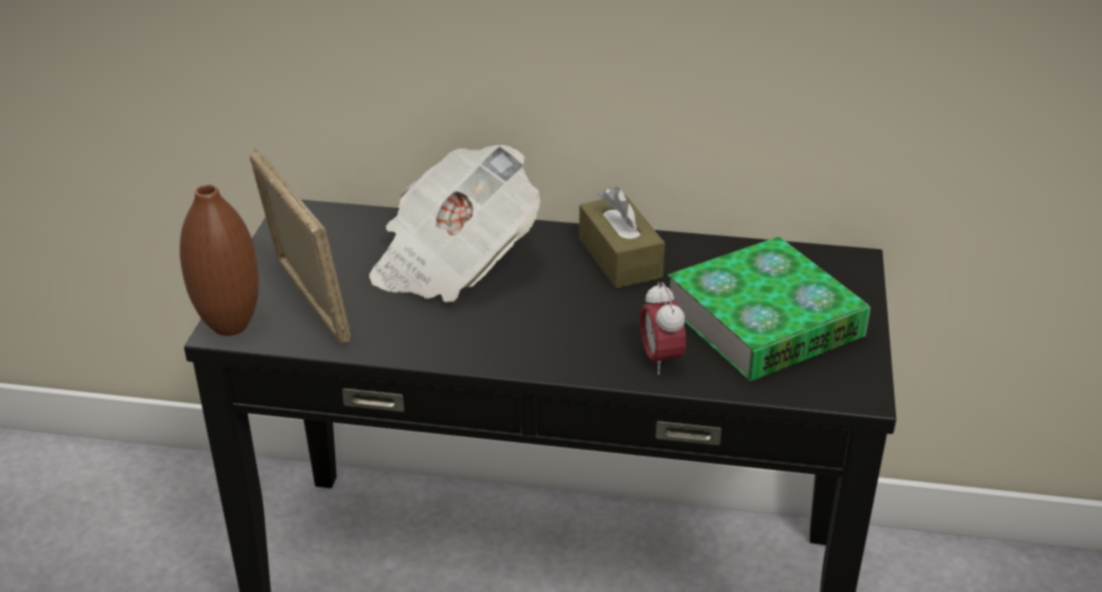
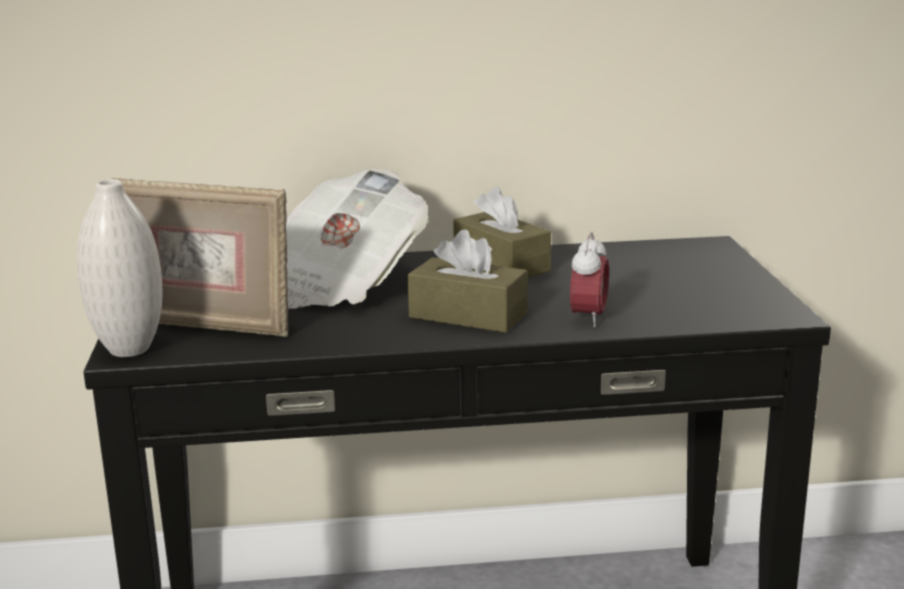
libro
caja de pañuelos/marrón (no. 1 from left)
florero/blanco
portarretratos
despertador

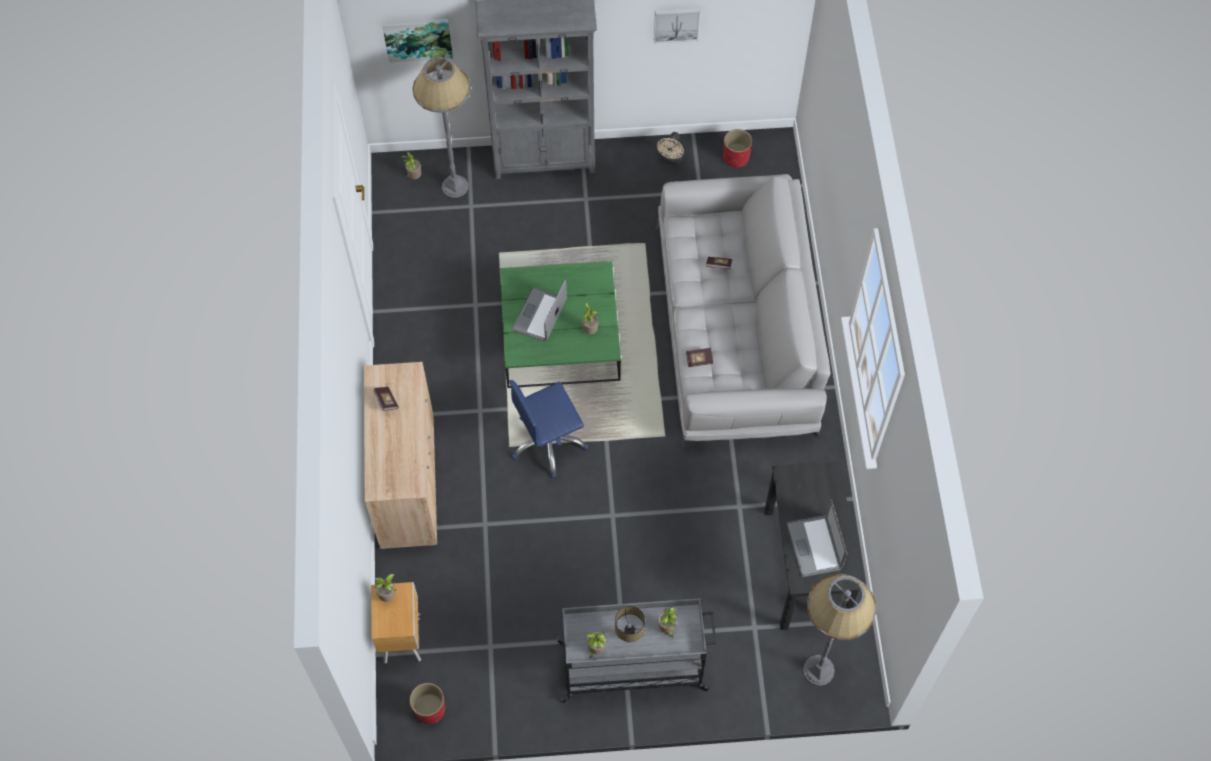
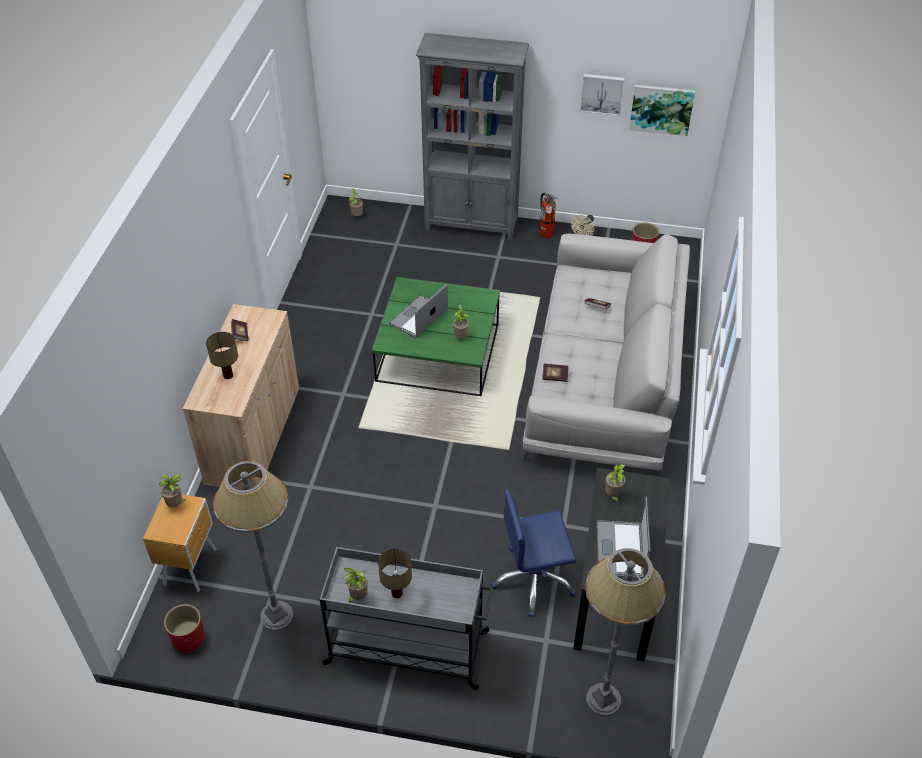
lámpara de mesa (no. 1 from left)
extintor
cuadro (no. 2 from left)
lámpara de pie/gris (no. 1 from left)
silla de oficina/azul
planta en maceta (no. 5 from left)

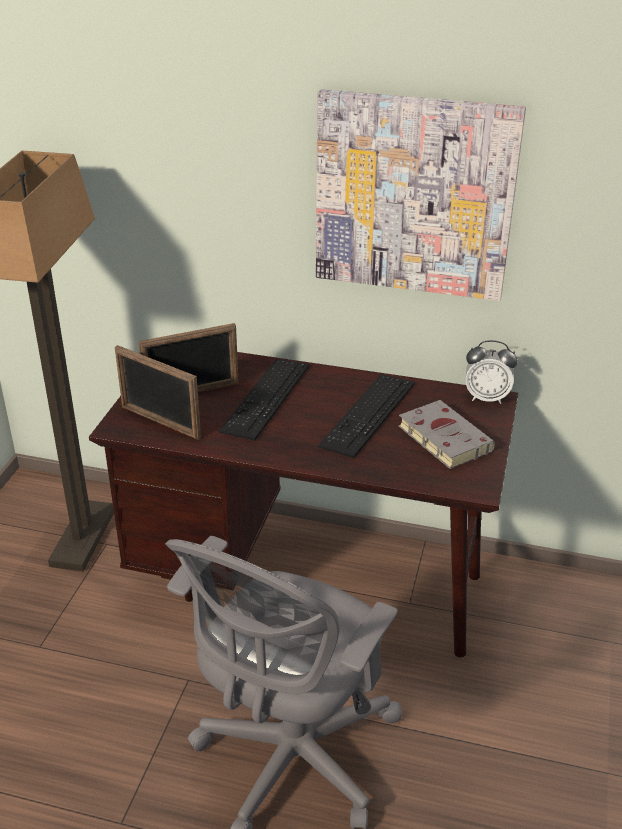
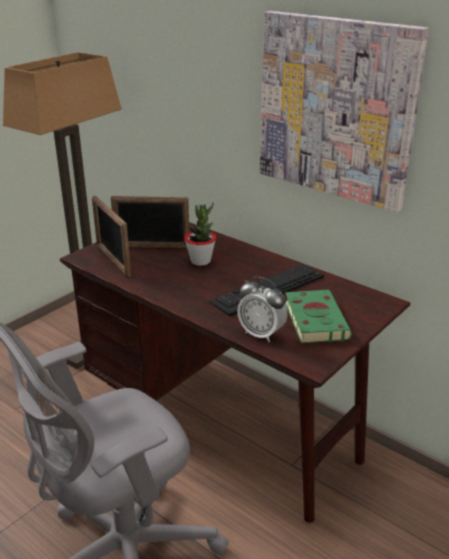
despertador
planta en maceta
libro/verde

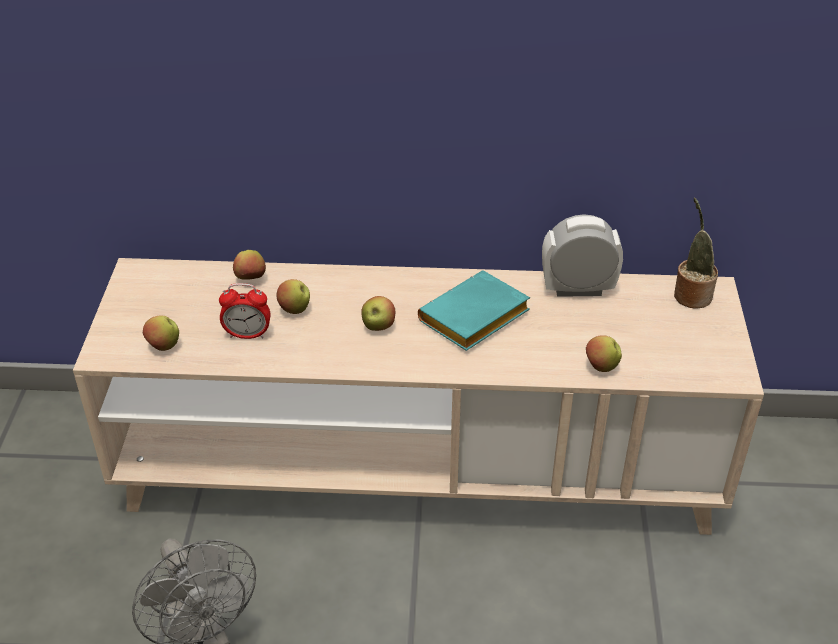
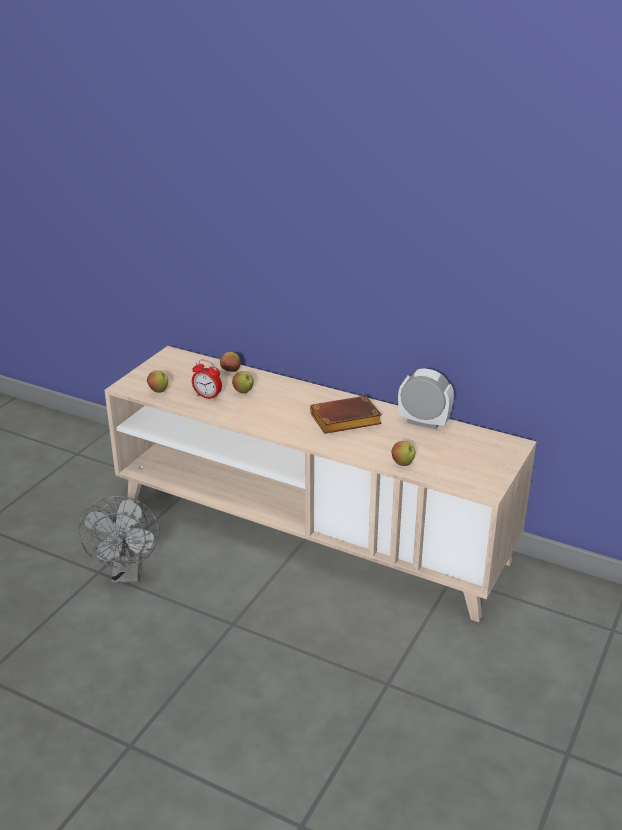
manzana (no. 4 from left in the first image)
planta en maceta
libro/marrón

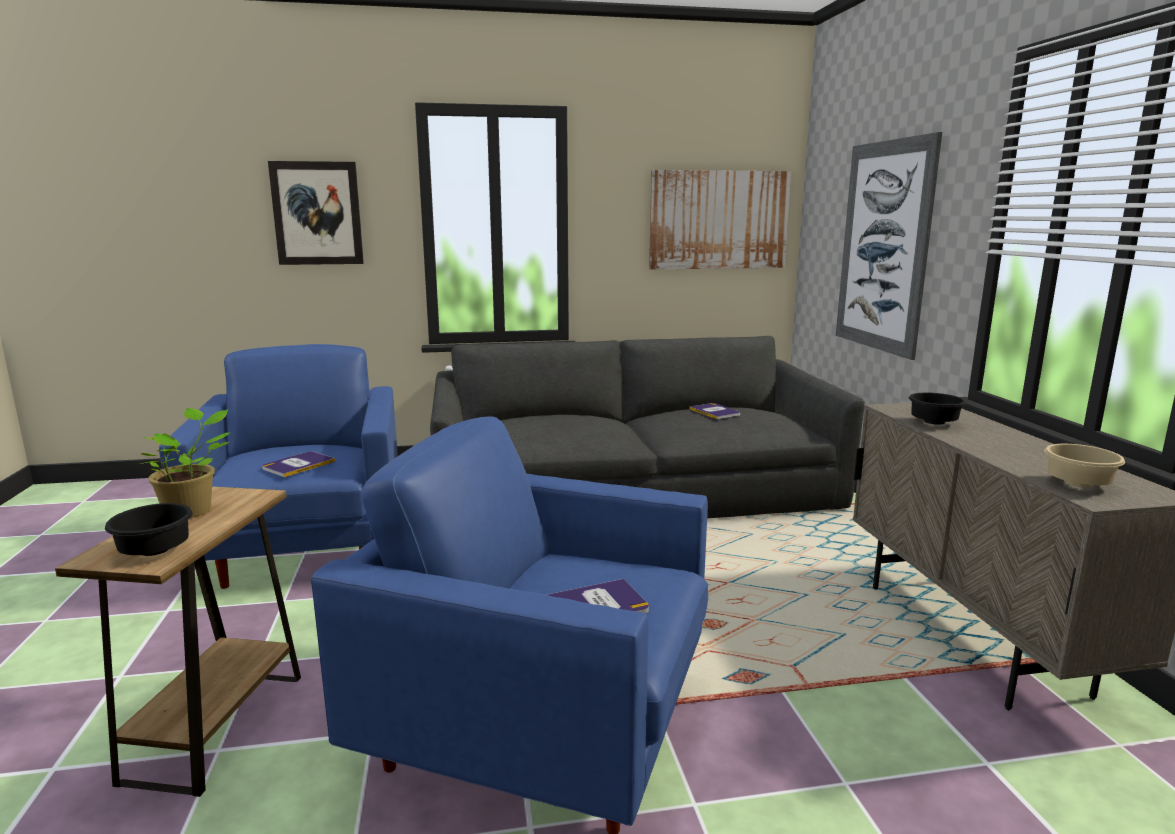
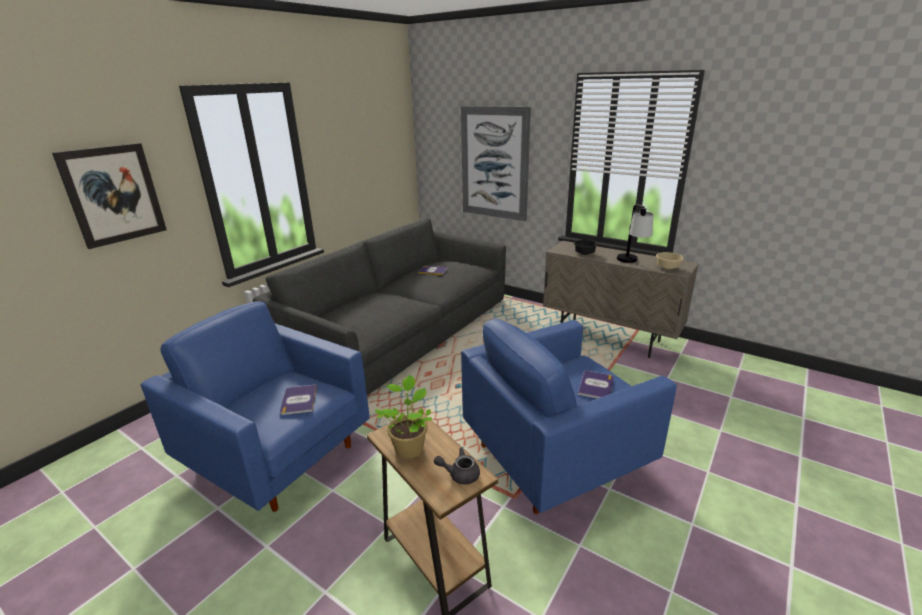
cuadro (no. 2 from left in the first image)
lámpara de mesa
tetera/gris

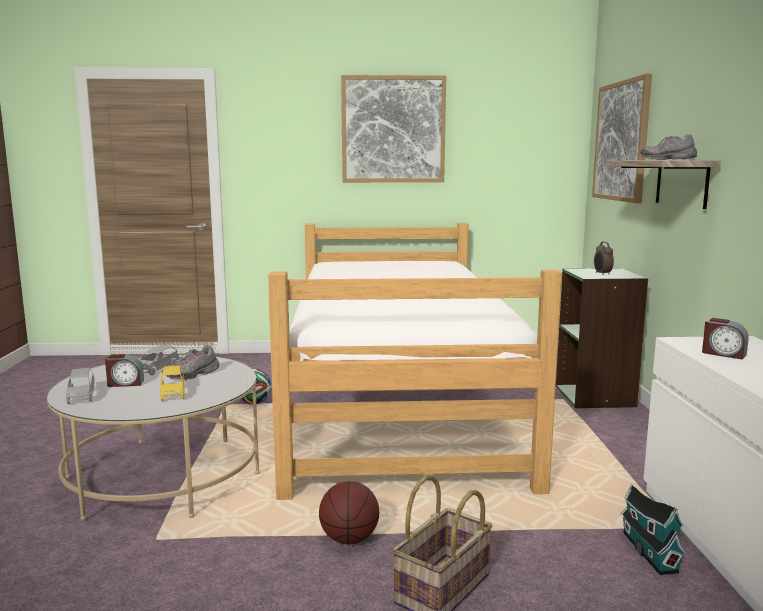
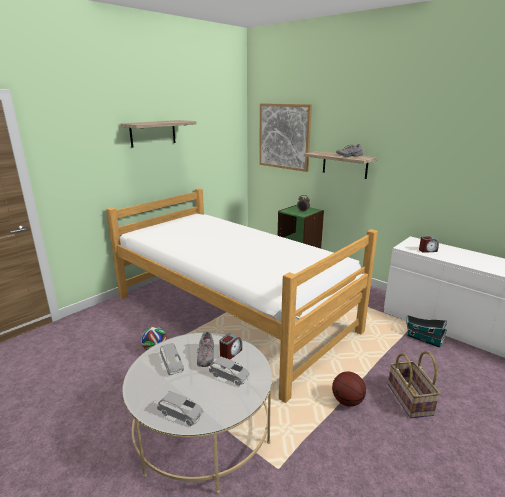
despertador (no. 1 from left)
estante (no. 1 from left)
coche de juguete/gris (no. 3 from left)

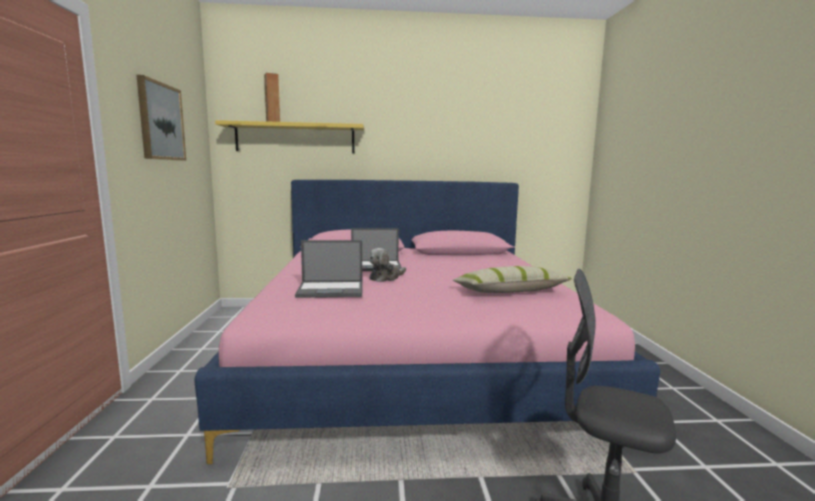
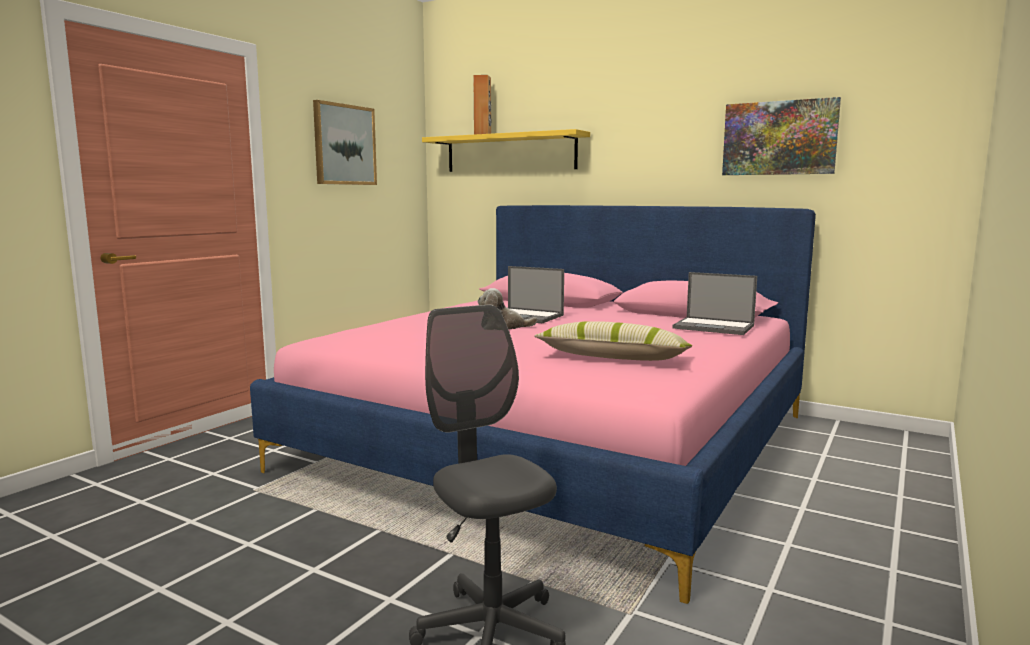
cuadro (no. 2 from left)
portátil (no. 2 from left)

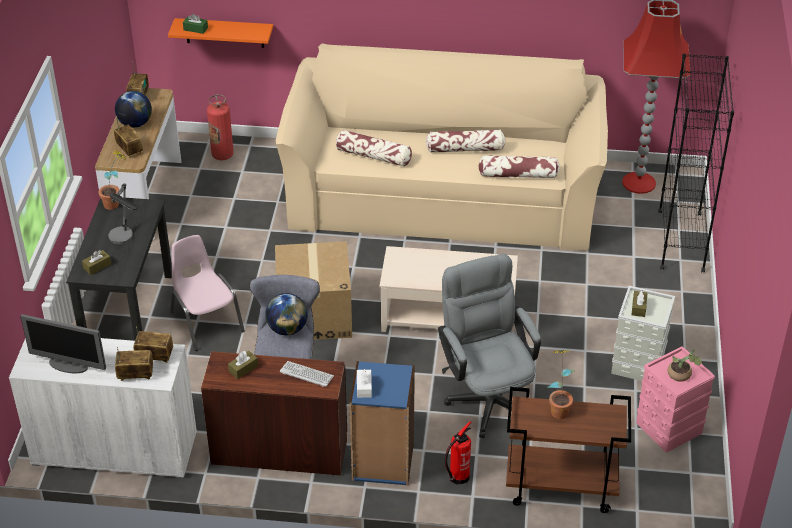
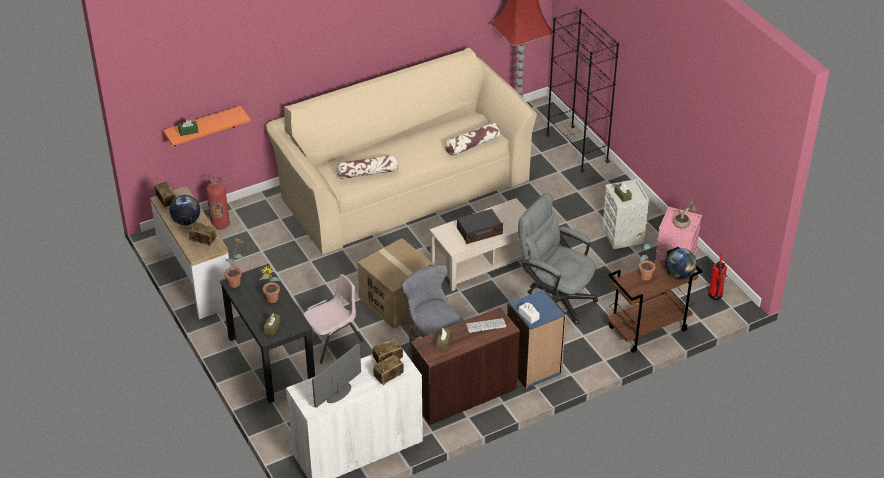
cojín (no. 2 from left in the first image)
radio (no. 5 from left)
globo terráqueo (no. 2 from left)
extintor (no. 2 from left)
planta en maceta (no. 2 from left)
monitor
silla/rosa

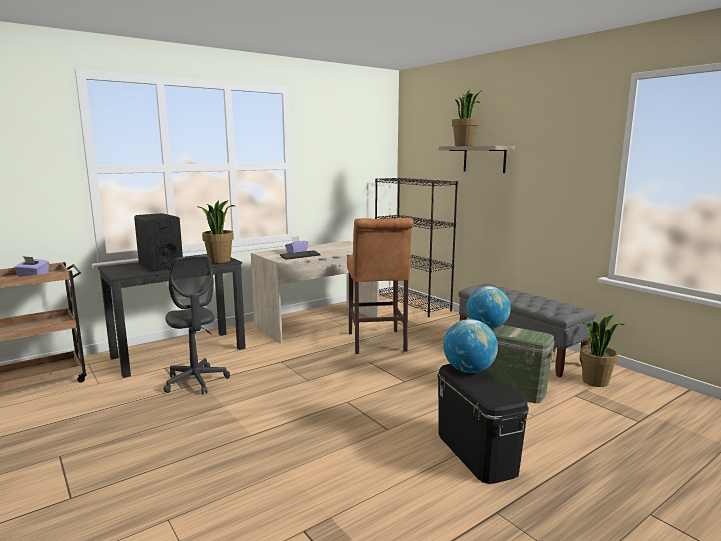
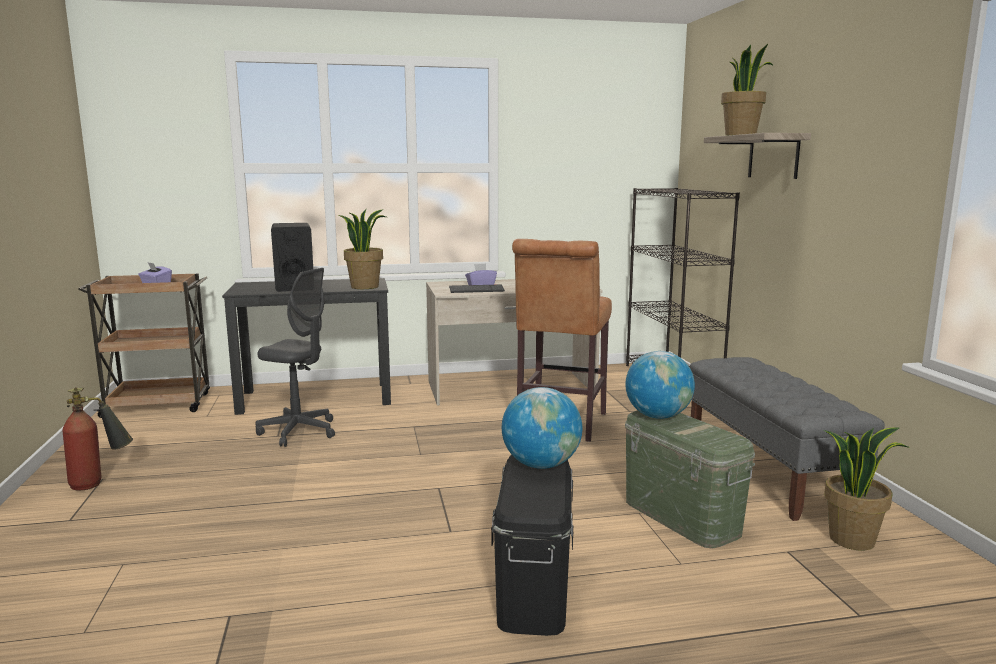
extintor
silla de oficina/gris

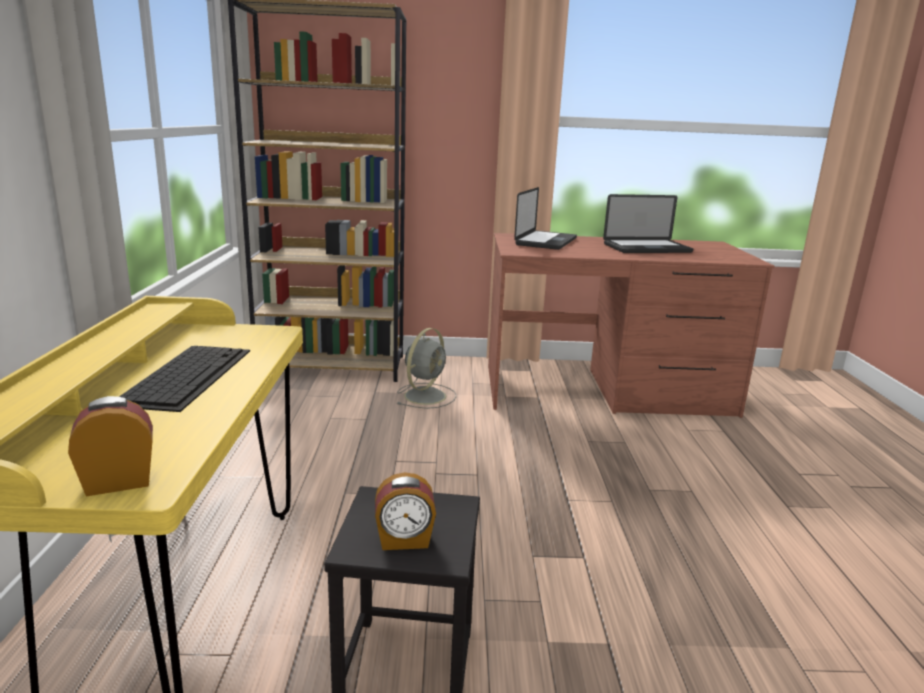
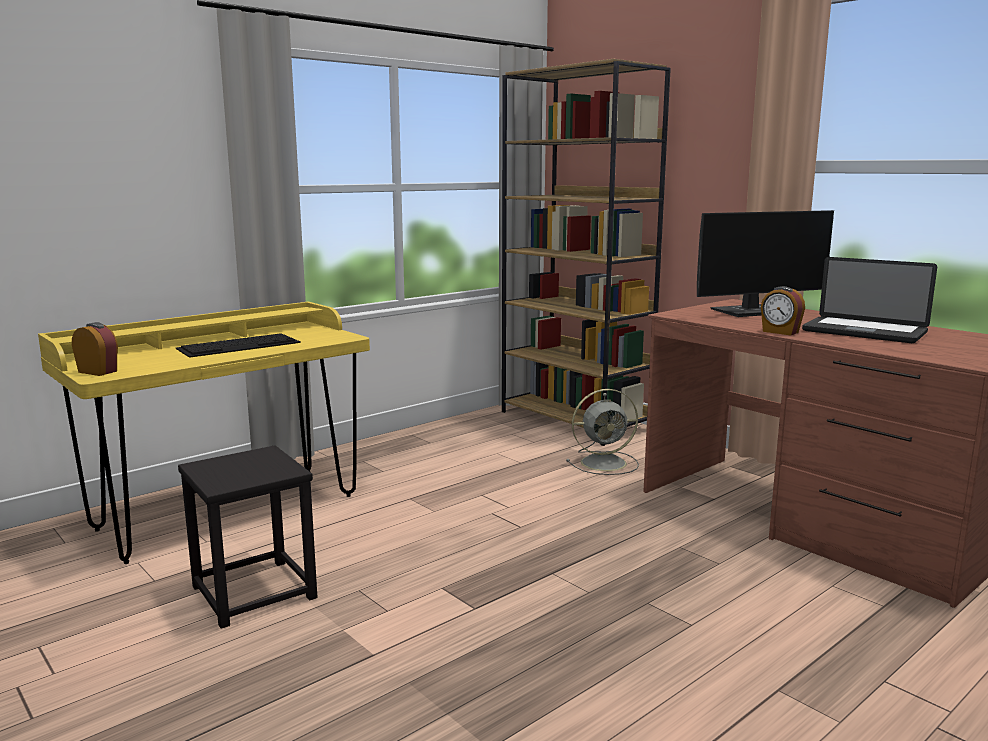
despertador (no. 2 from left)
monitor

